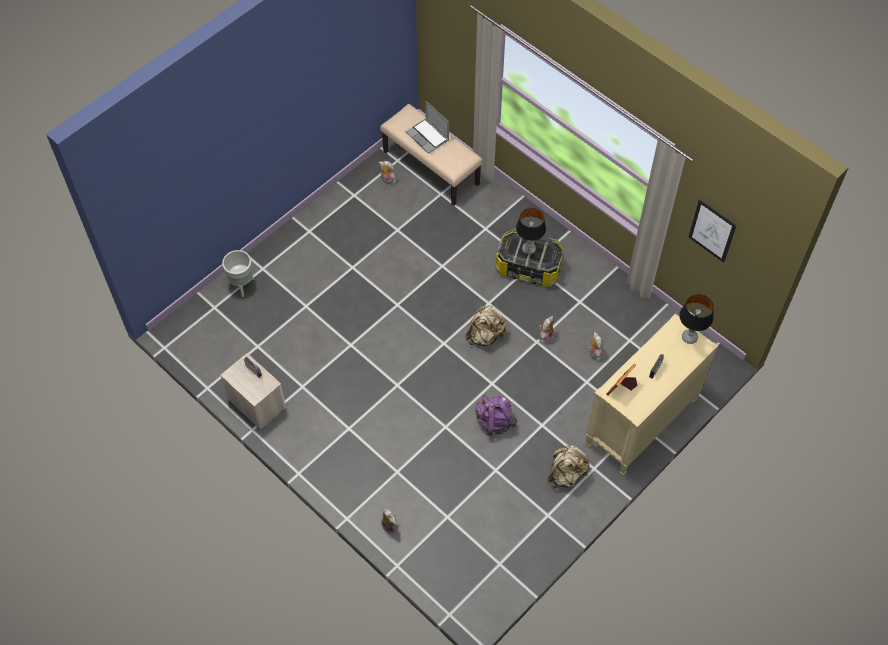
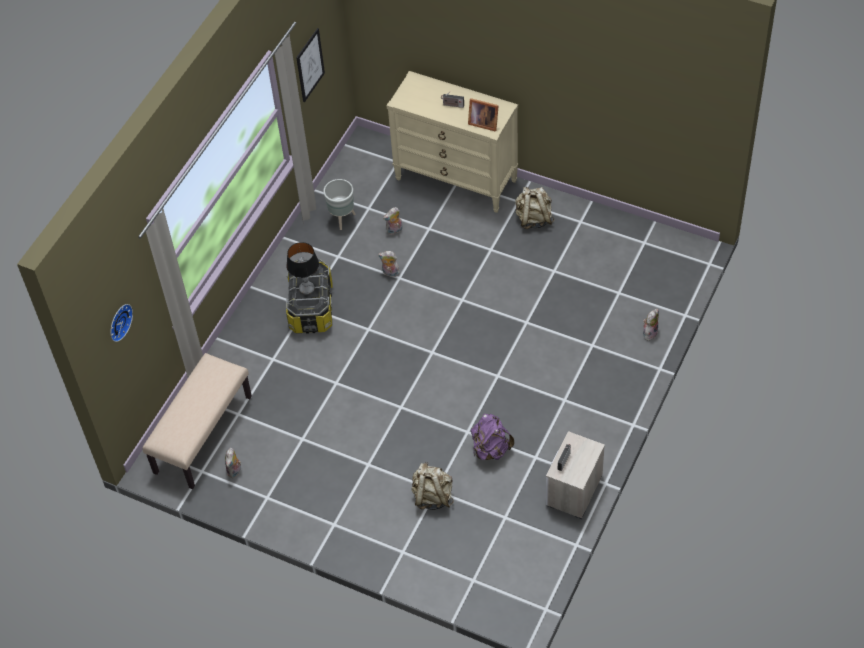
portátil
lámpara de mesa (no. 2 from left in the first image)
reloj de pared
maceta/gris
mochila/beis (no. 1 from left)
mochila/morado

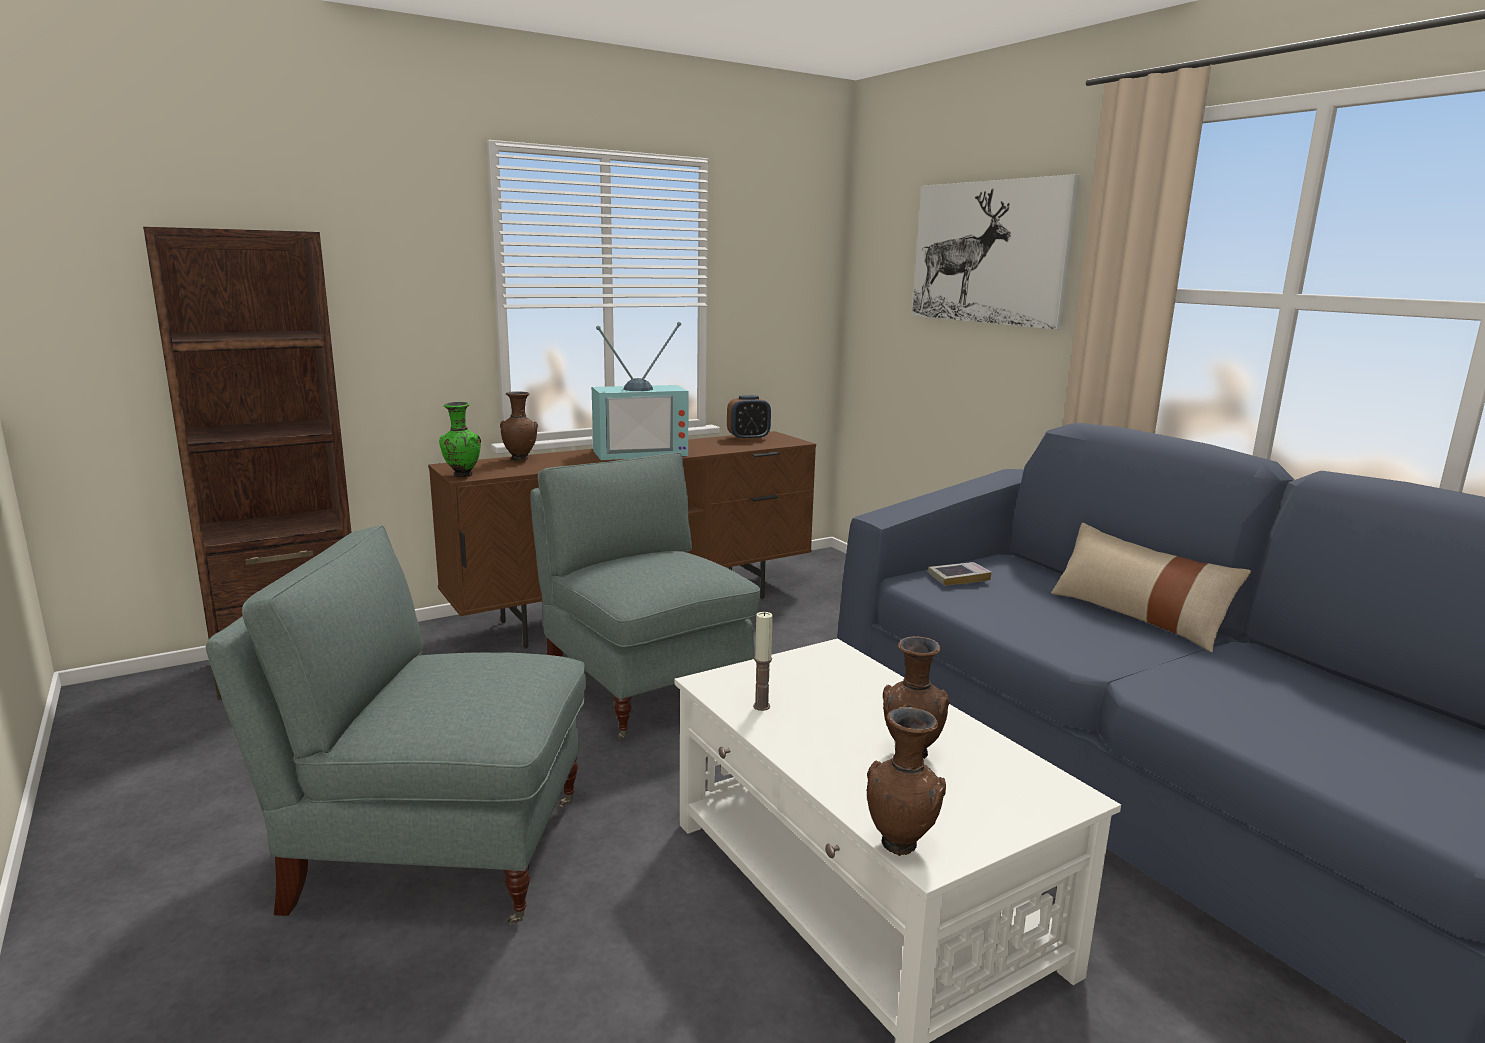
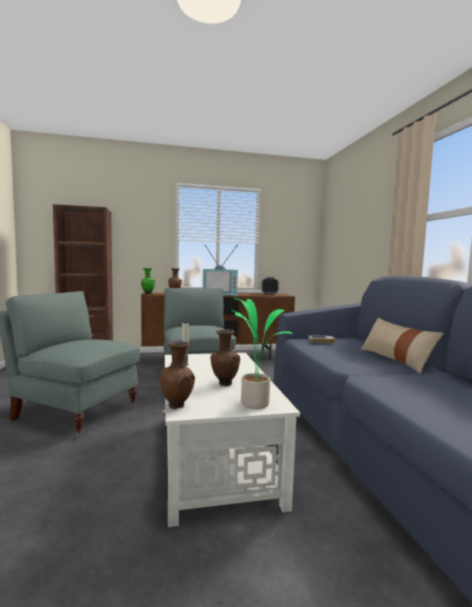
cuadro
planta en maceta

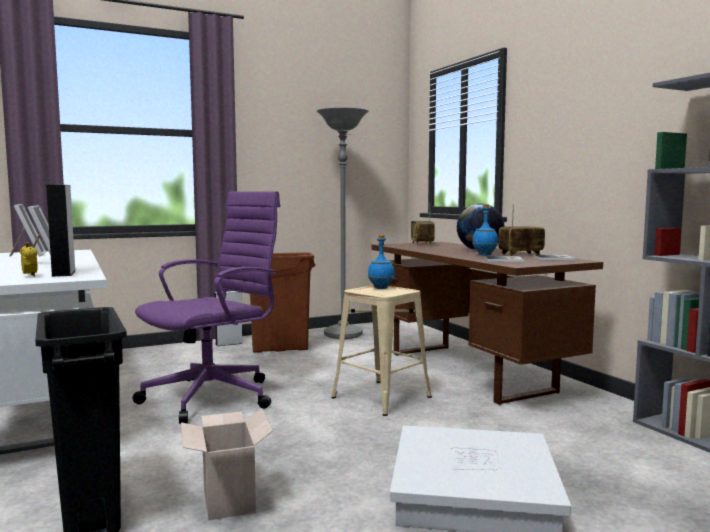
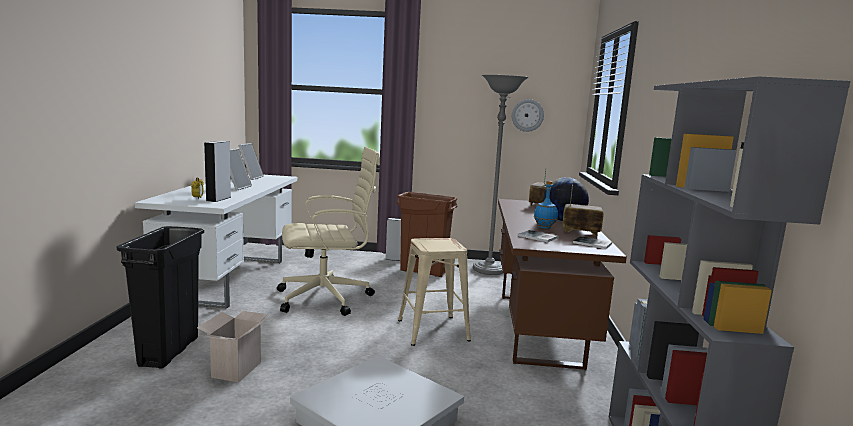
botella/azul (no. 1 from left in the first image)
reloj de pared
silla de oficina/beis

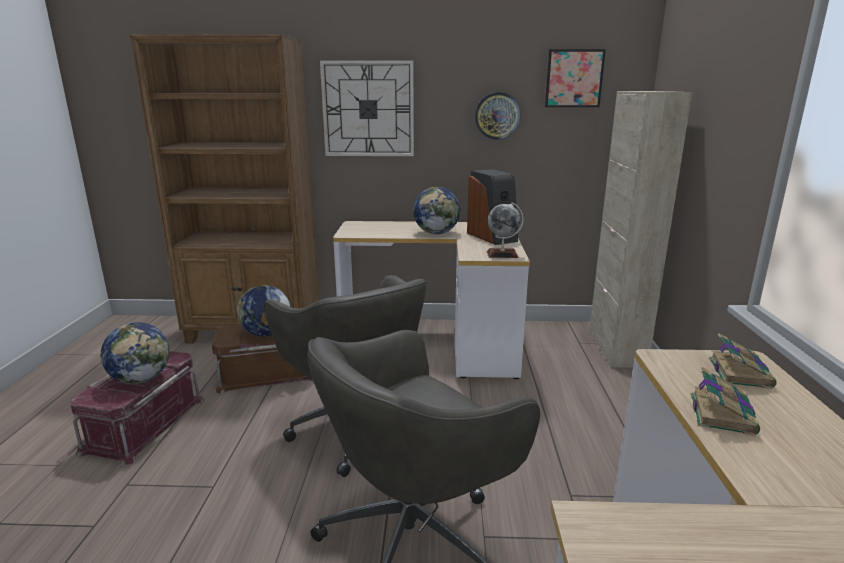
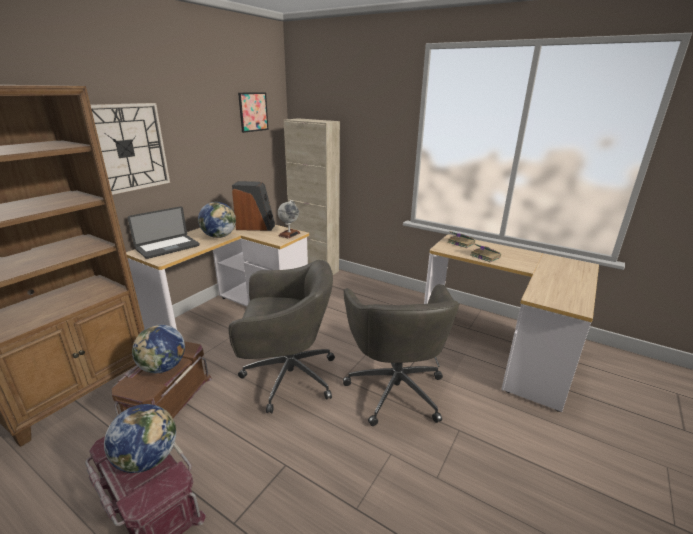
reloj de pared (no. 2 from left in the first image)
portátil

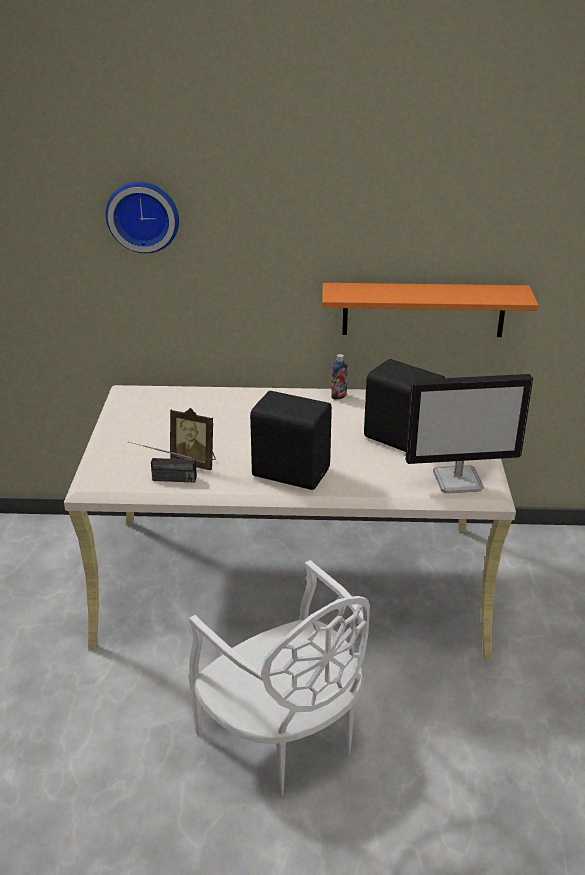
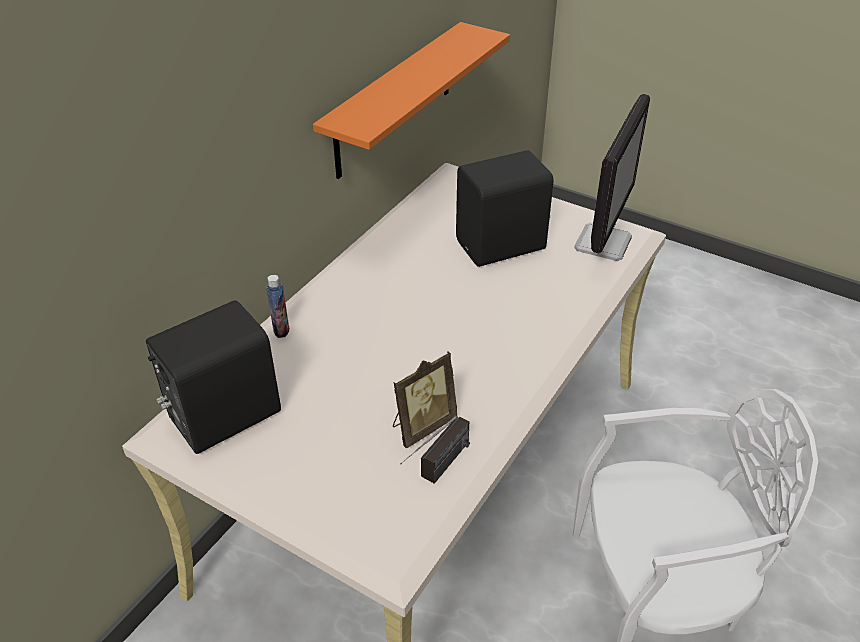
reloj de pared
altavoz/negro (no. 1 from left)
botella

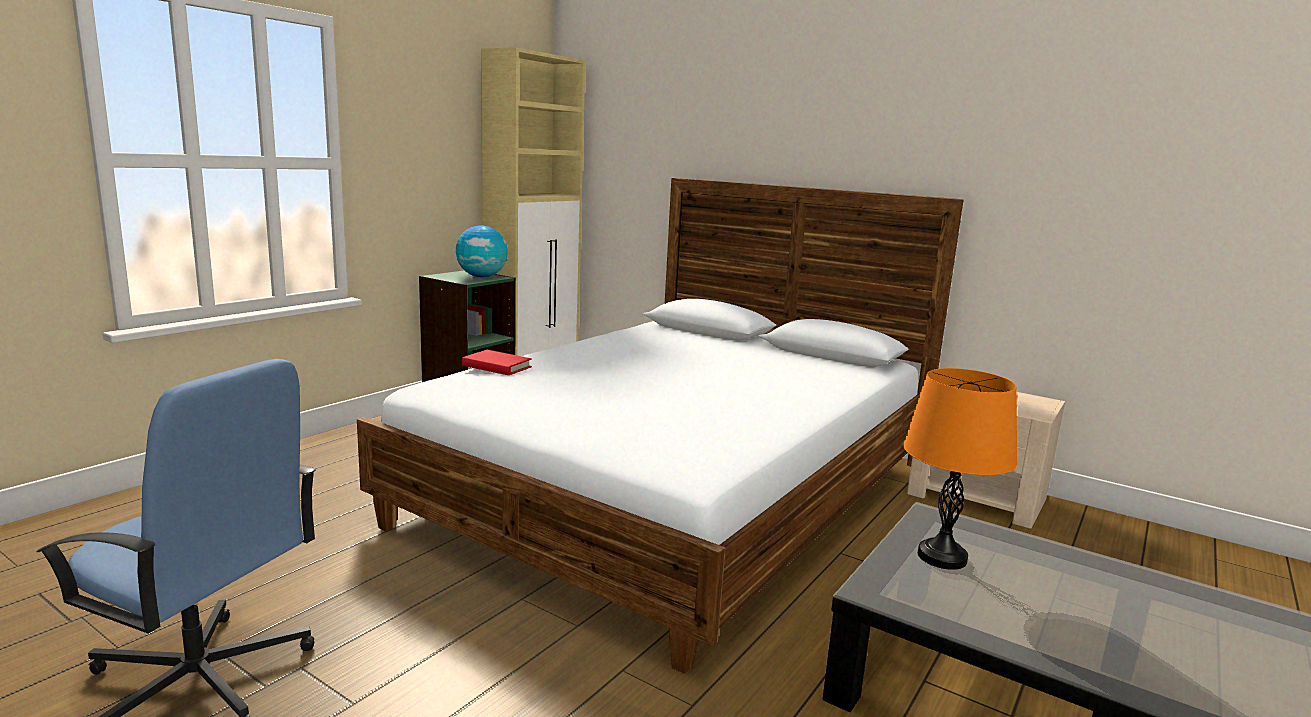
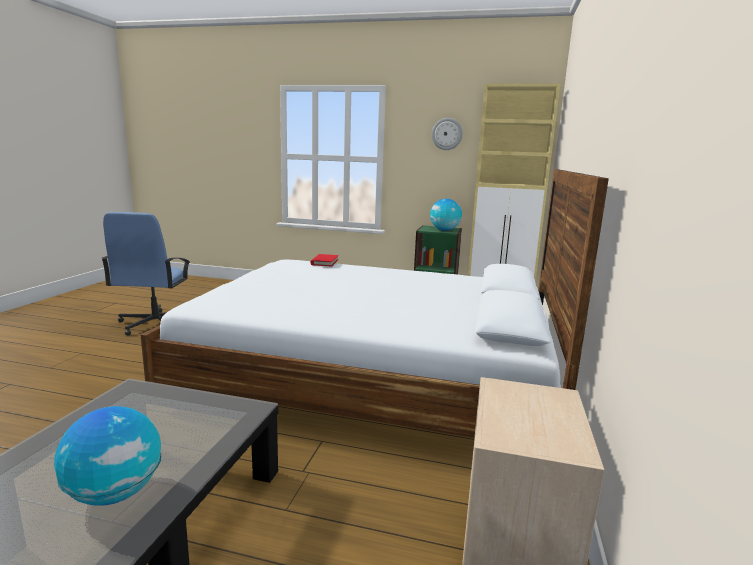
lámpara de mesa/naranja
globo terráqueo (no. 1 from left)
reloj de pared

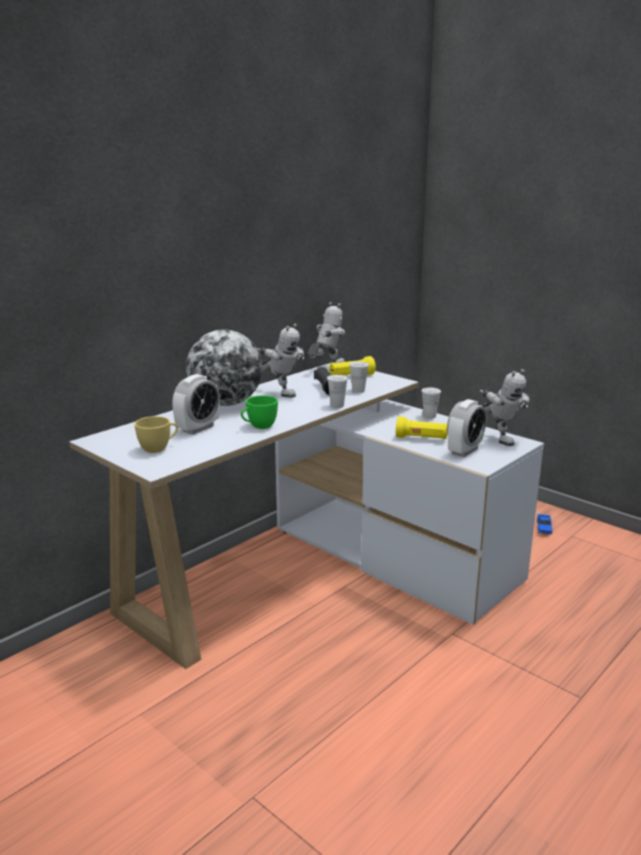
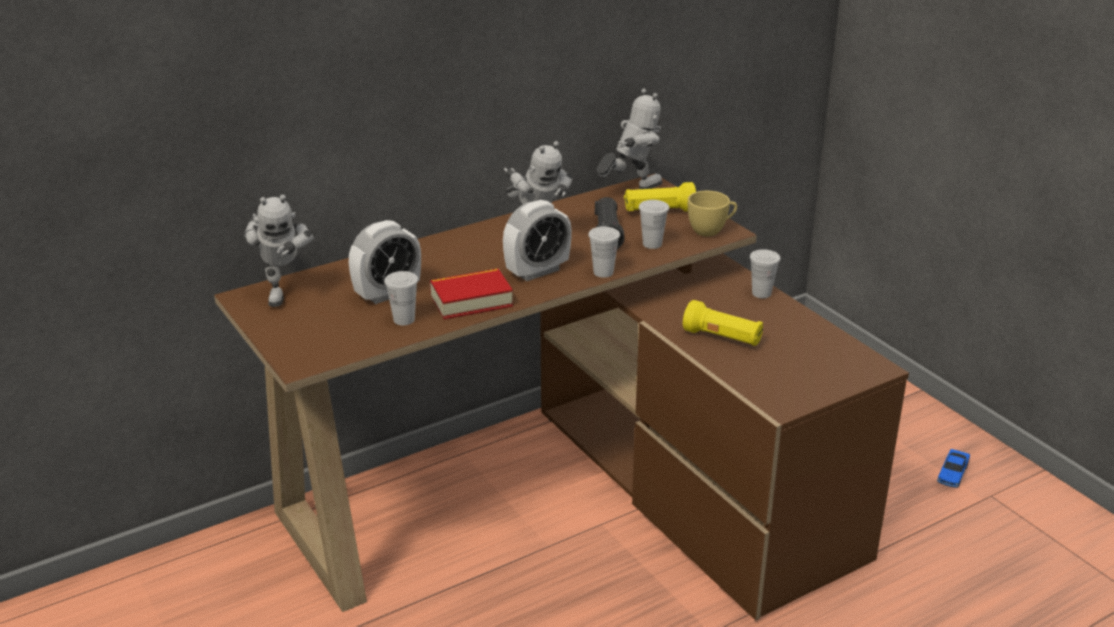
globo terráqueo
taza/blanco (no. 1 from left)
taza/amarillo
despertador (no. 2 from left)
robot de juguete (no. 1 from left)
libro
escritorio/marrón

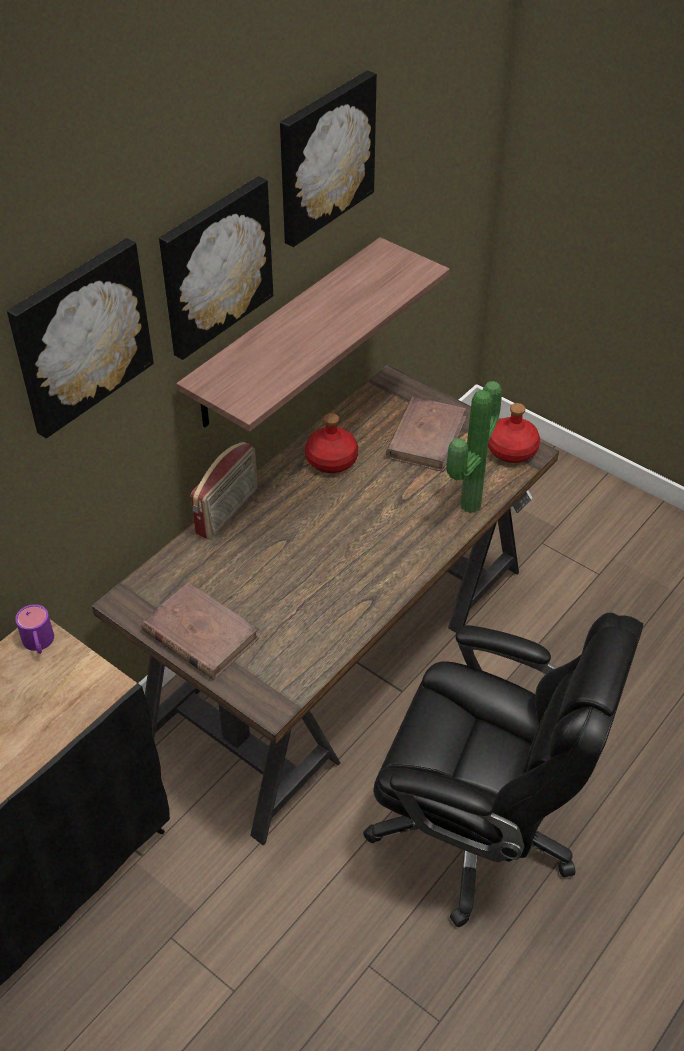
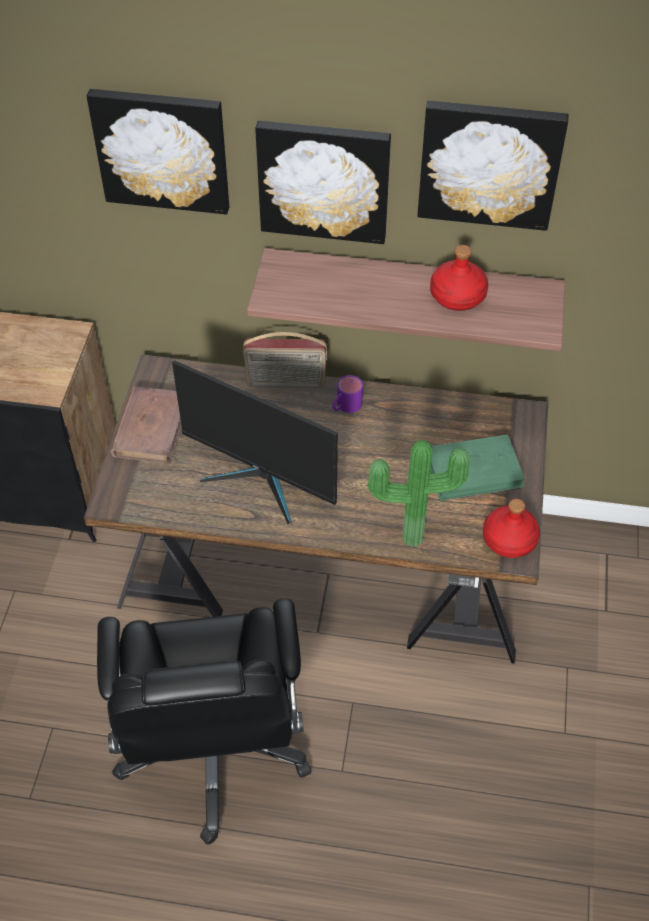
monitor
taza grande/morado
botella/rojo (no. 1 from left)
libro/verde

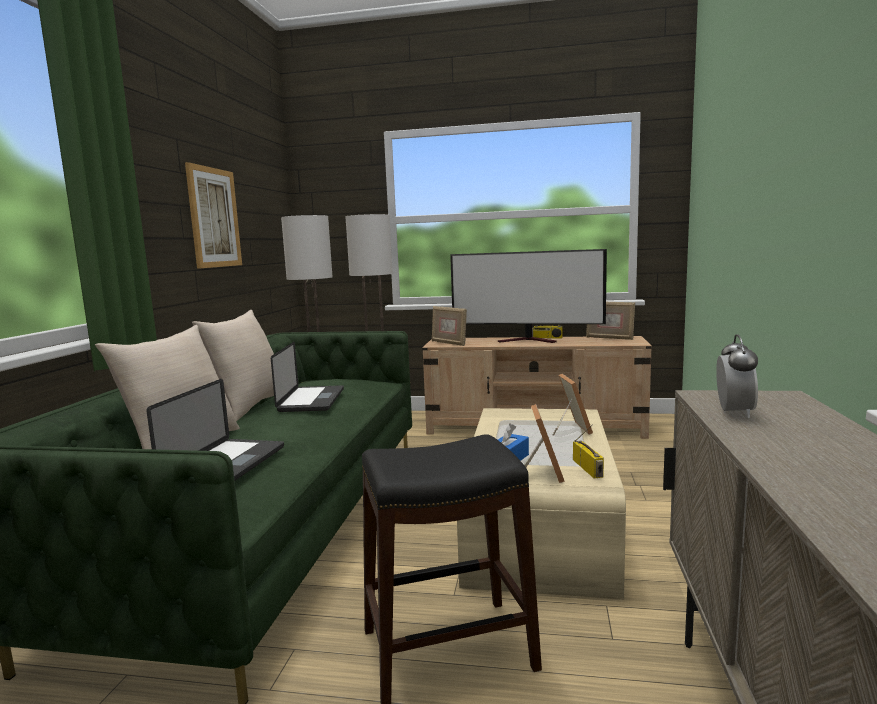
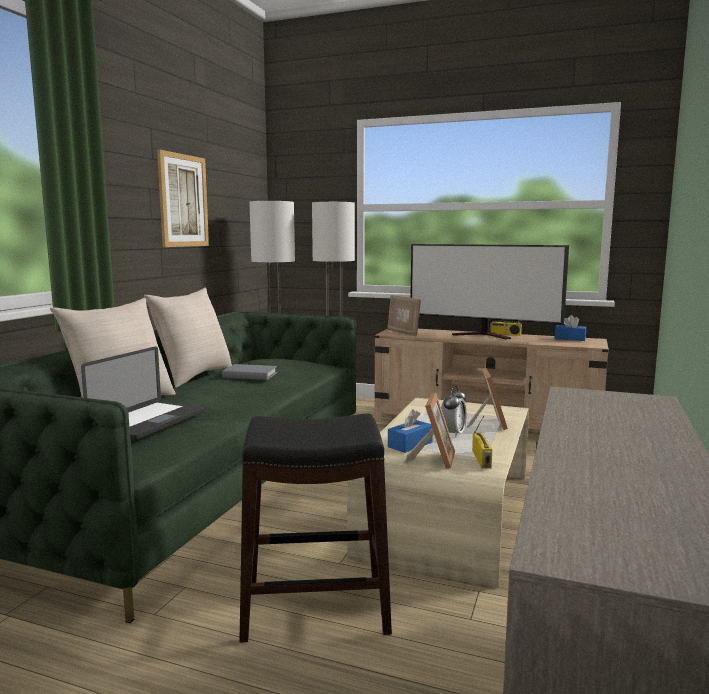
despertador
libro/gris
caja de pañuelos/azul (no. 2 from left)

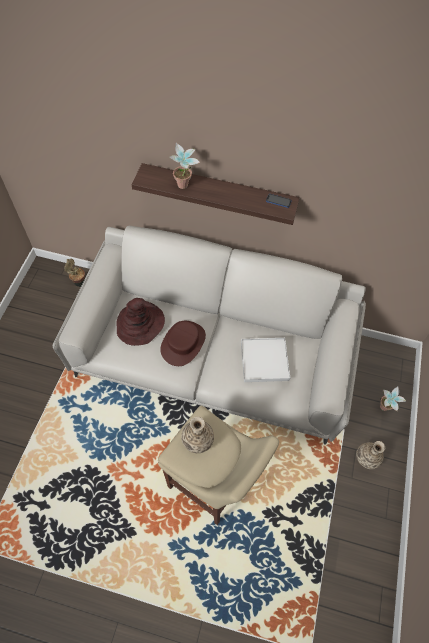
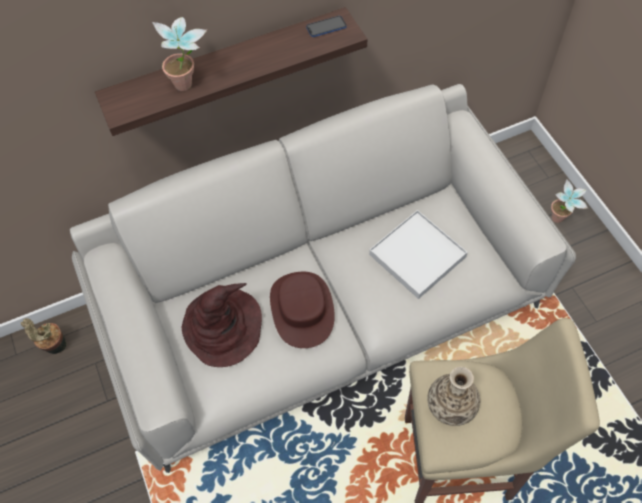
florero (no. 2 from left in the first image)

